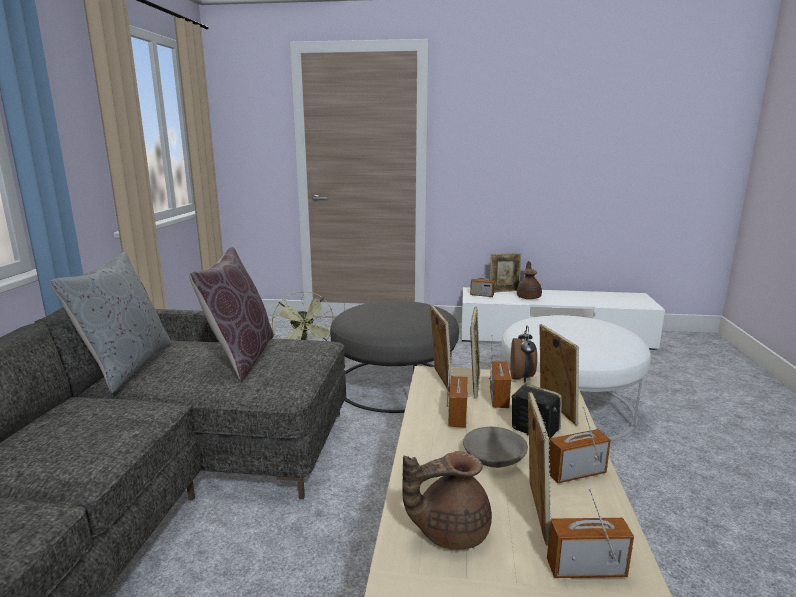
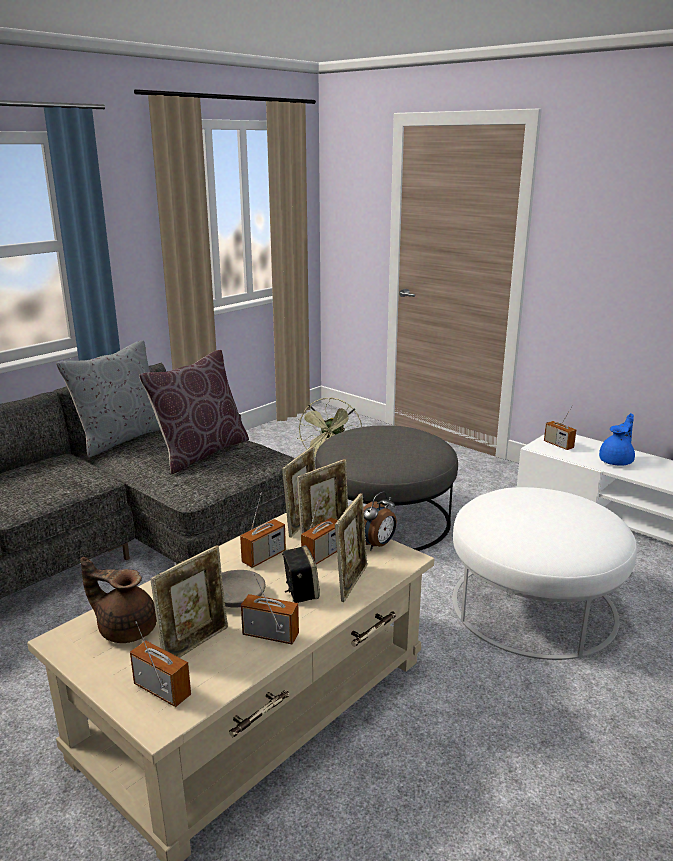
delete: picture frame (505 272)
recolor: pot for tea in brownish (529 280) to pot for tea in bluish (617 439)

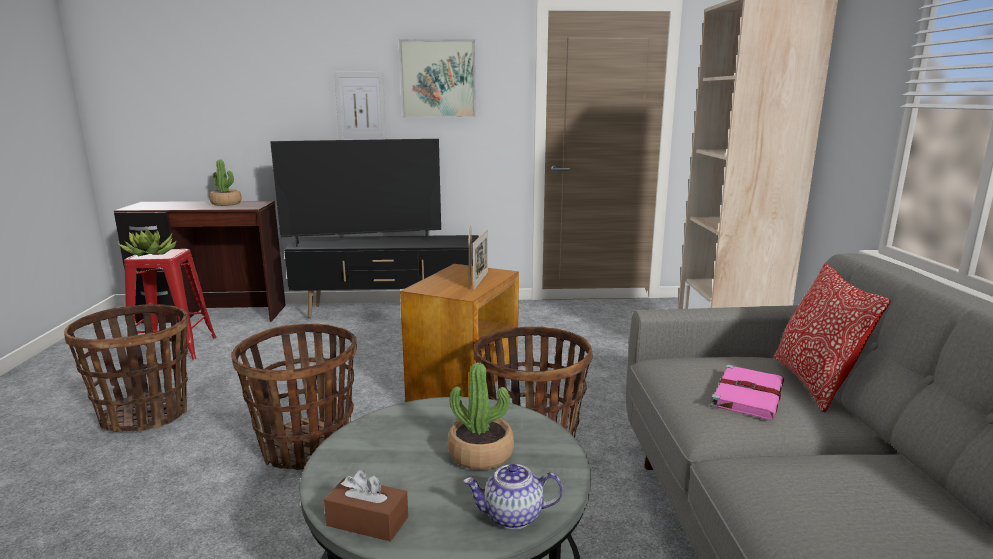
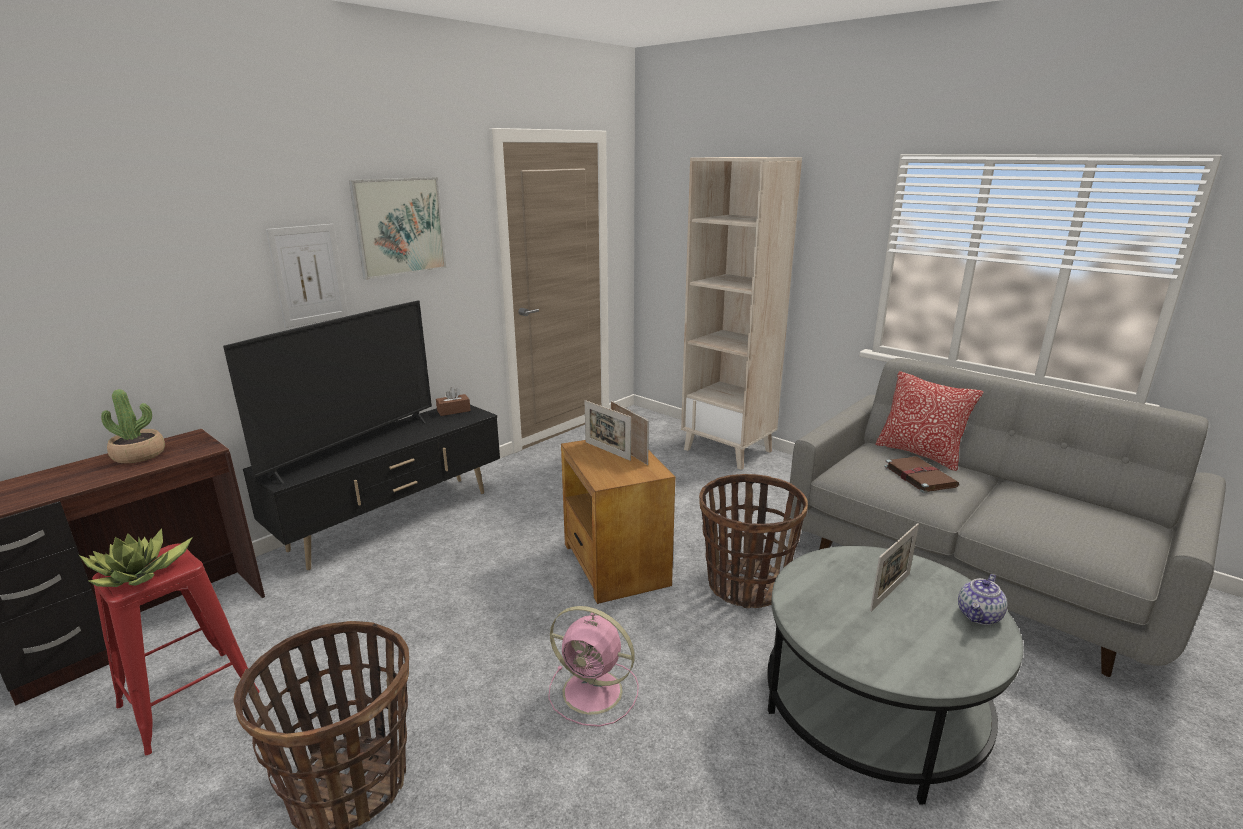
move: box of tissues in brownish (366 505) to (453 401)
replace: storage basket (294 396) to fan in pink-coloured (593 666); potted plant (480 416) to picture frame (894 567)
recolor: bound book in pink-coloured (747 392) to bound book in brownish (921 474)

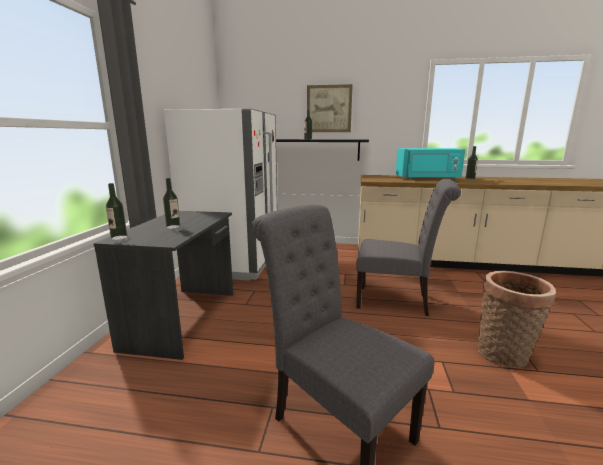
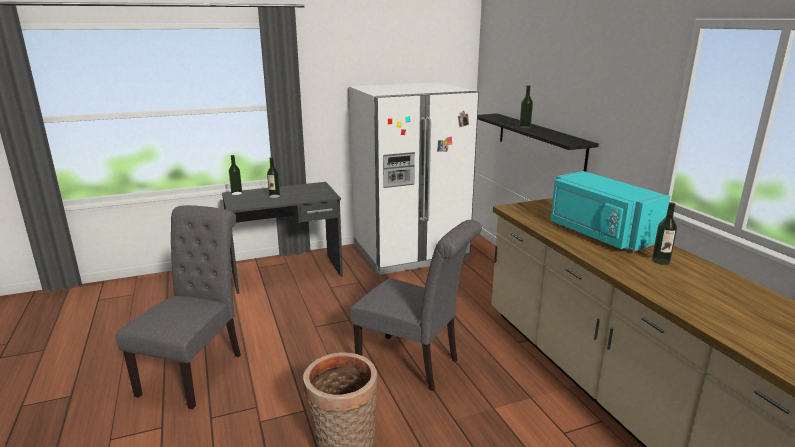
delete: picture (330 108)
rotate: plain chair in greyish (408 247) = (416 305) 45 degrees counterclockwise

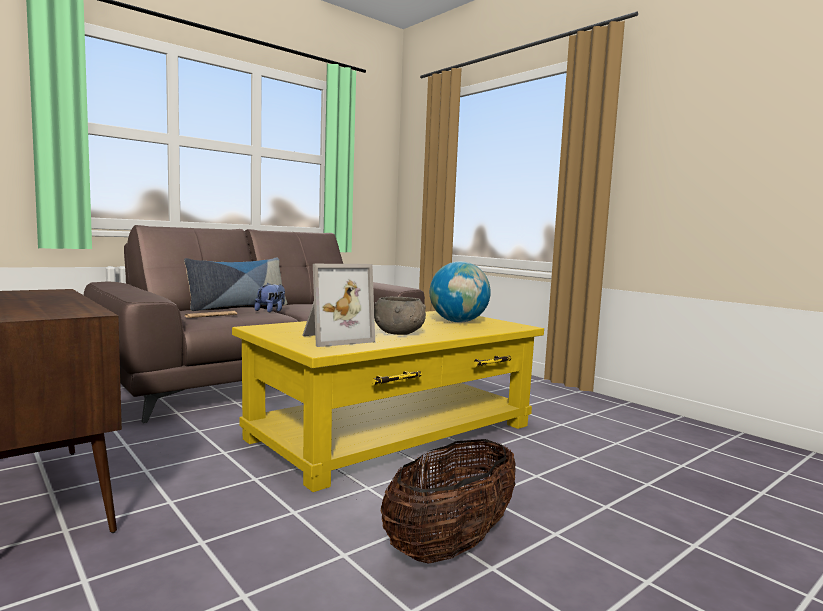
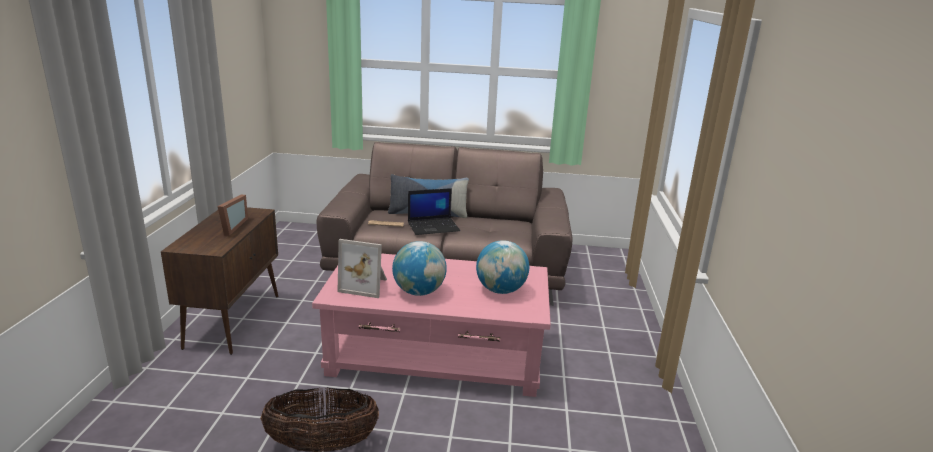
insert: picture frame (232 215)
replace: plush toy (269 297) to notebook computer (434 211); deep dish in greyish (400 316) to world globe (419 268)
recolor: coffee table in yellowish (388 401) to coffee table in pink-coloured (431 325)

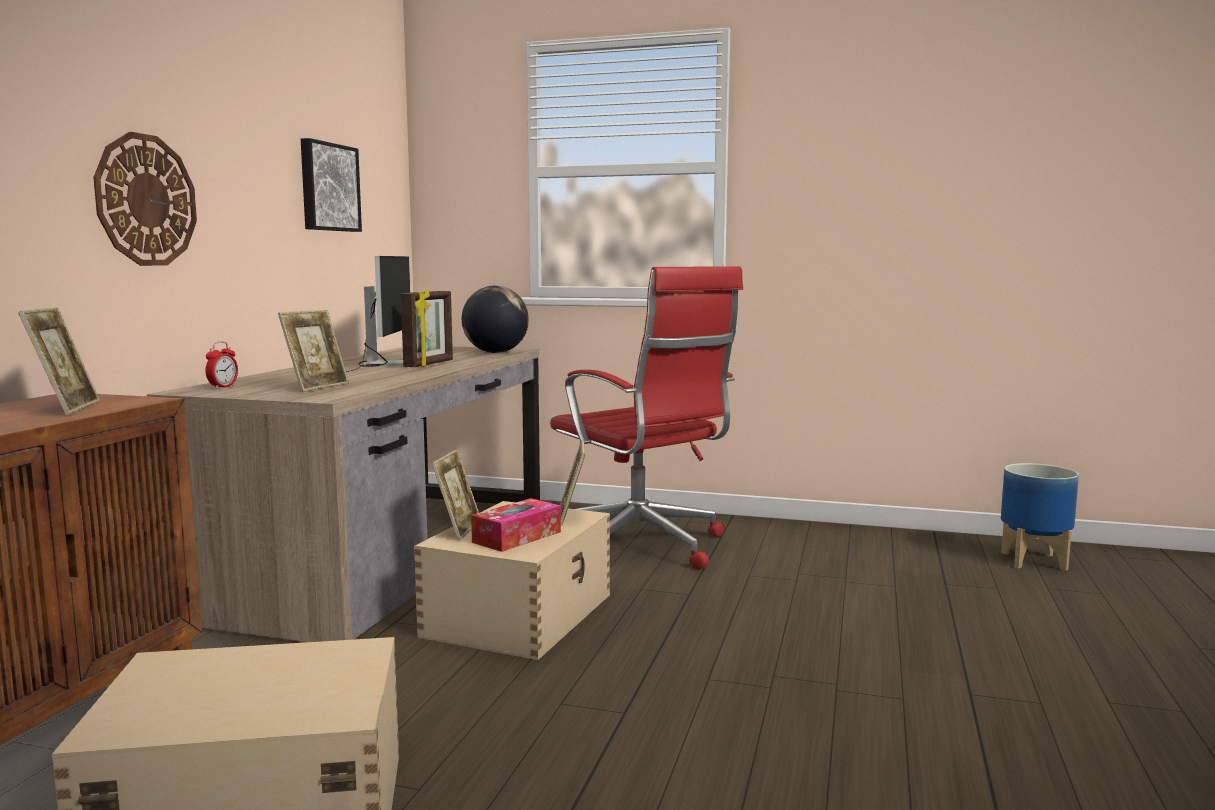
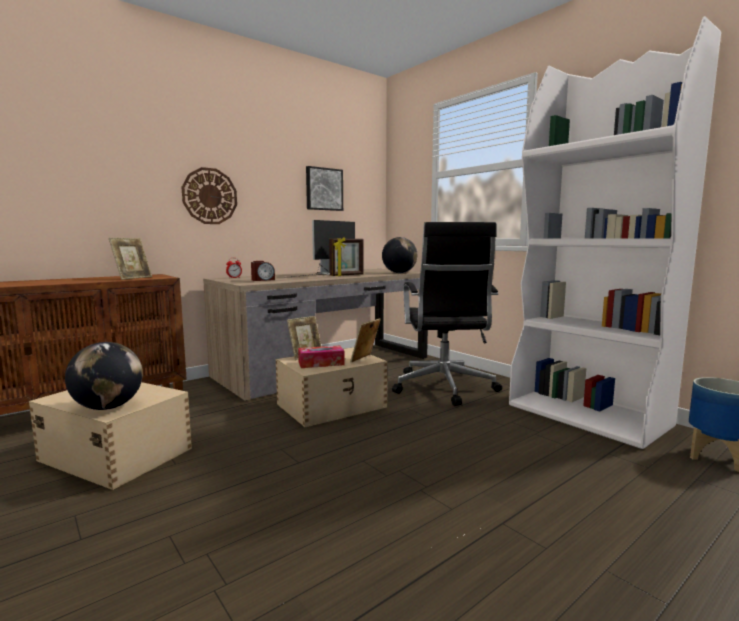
insert: shelving unit in whitish (615 232); world globe (104 376)
replace: picture frame (313 351) to alarm clock (263 271)
recolor: desk chair in red (646 418) to desk chair in black-coloured (447 314)

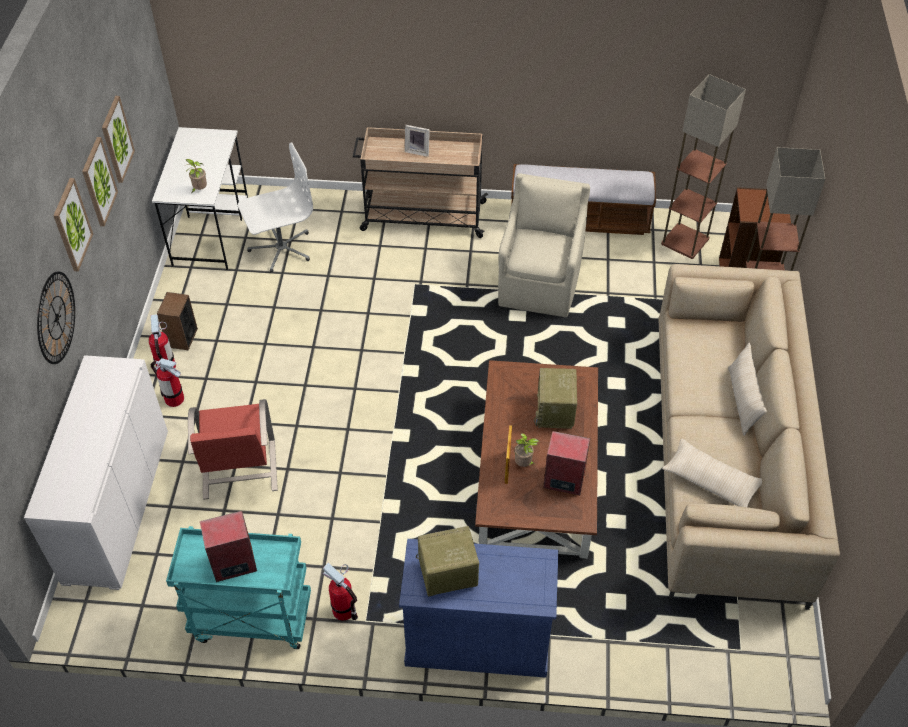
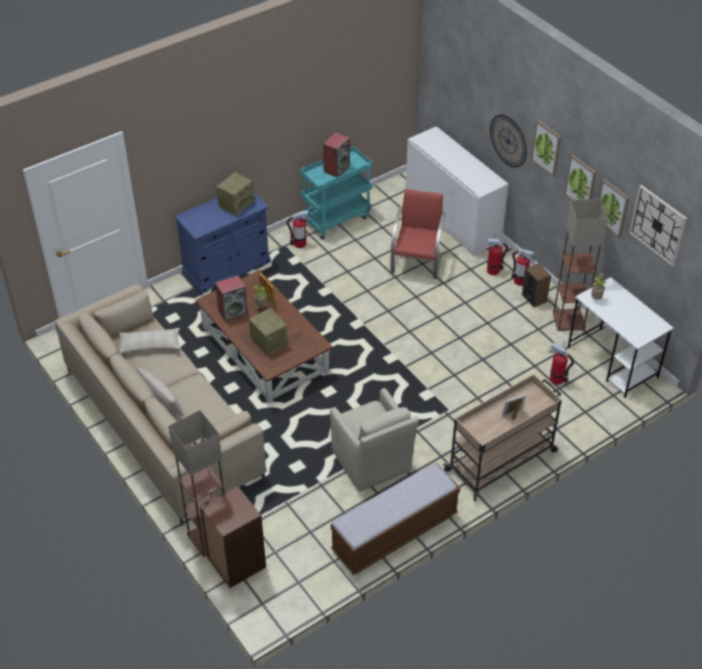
insert: wall clock (658 226)
move: floor lamp (703 166) to (580 265)
replace: desk chair in whitish (275 207) to fire-fighting cylinder (561 363)
rotate: plain chair in red (233 449) = (418 234) 60 degrees clockwise

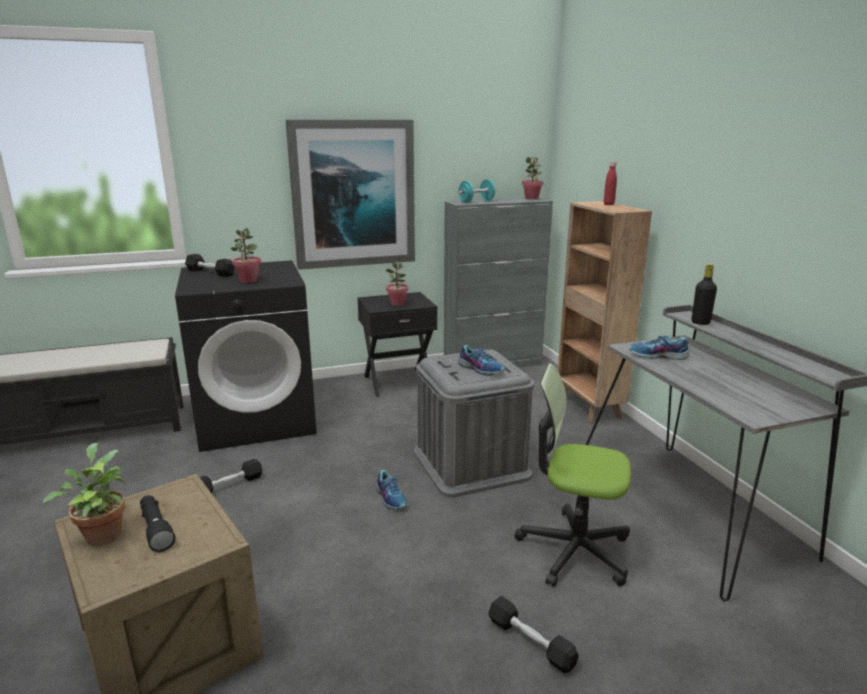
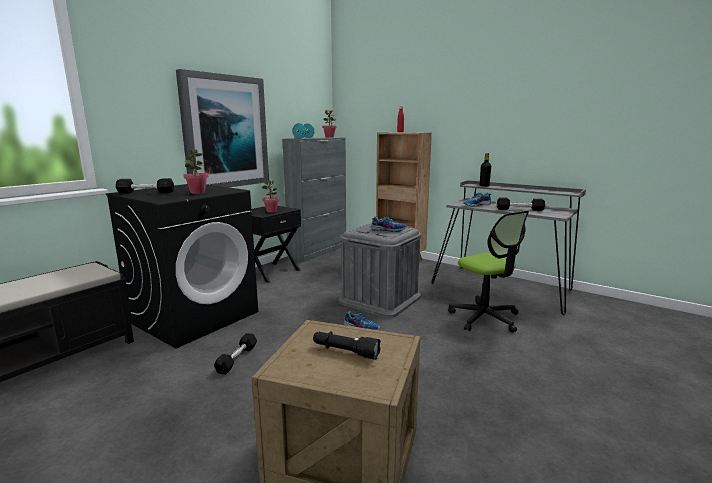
delete: potted plant (84 494)
move: free weight in black-coloured (533 634) to (521 204)
rotate: desk chair (572 475) = (488 271) 105 degrees counterclockwise

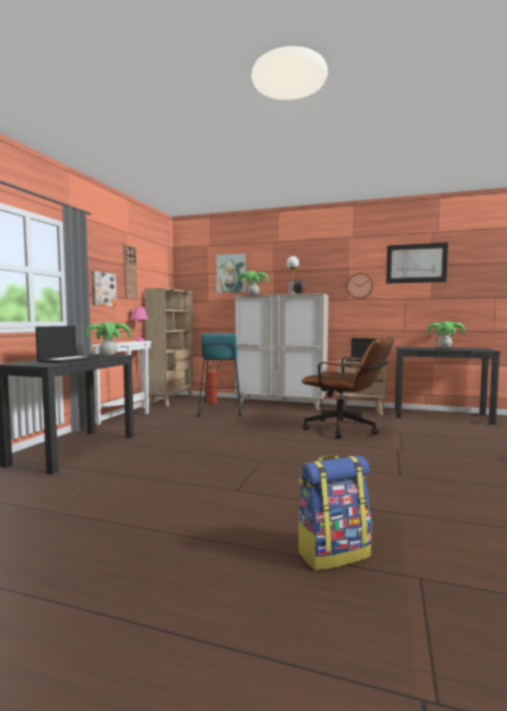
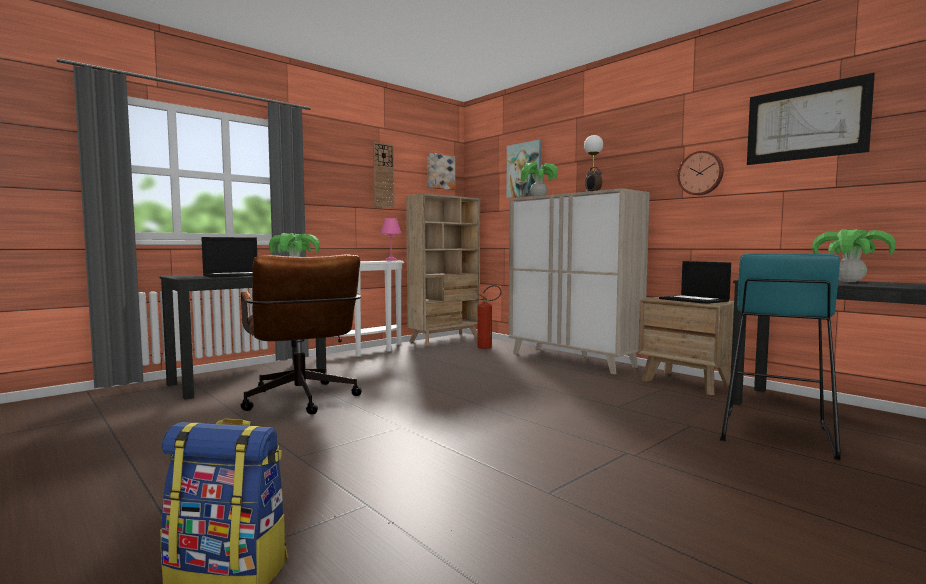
move: picture (104 289) to (441 171); sitting stool in blue-green (220 374) to (780 356); desk chair in brownish (348 388) to (301 334)

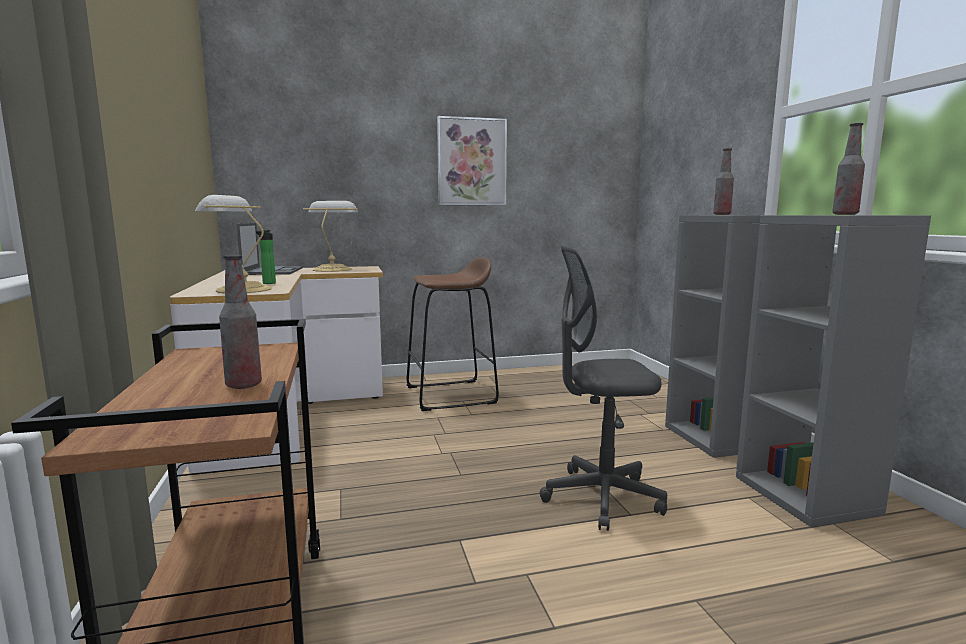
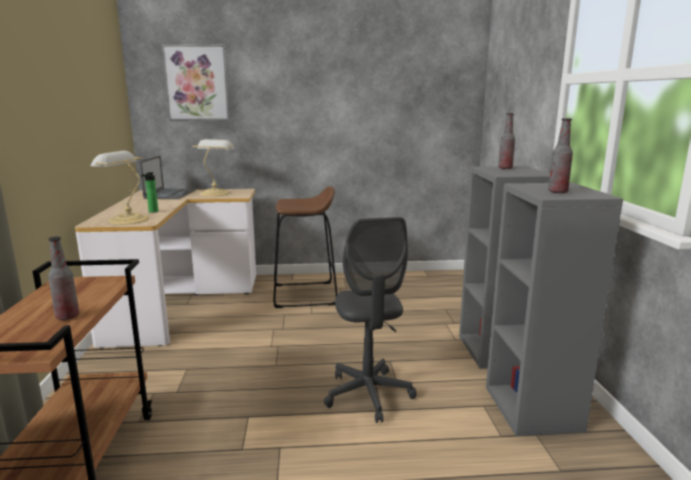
move: picture (472 160) to (195 82)
rotate: desk chair in greyish (603 388) = (370 320) 105 degrees counterclockwise

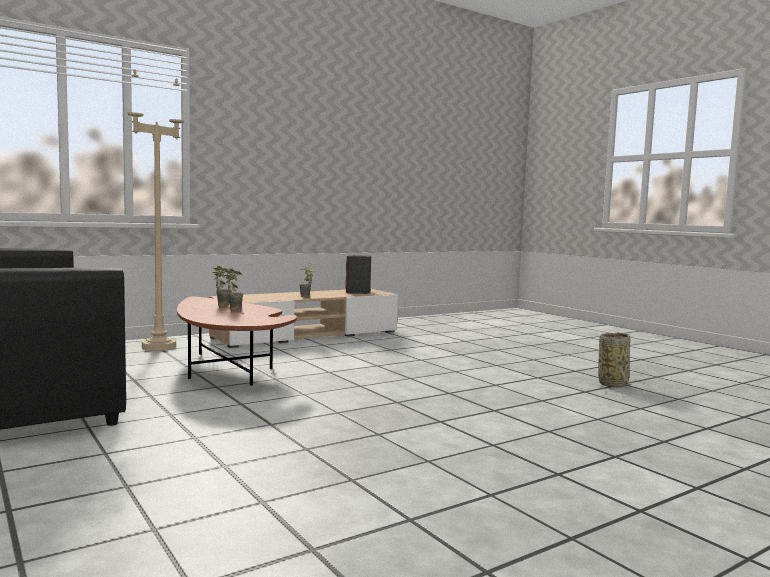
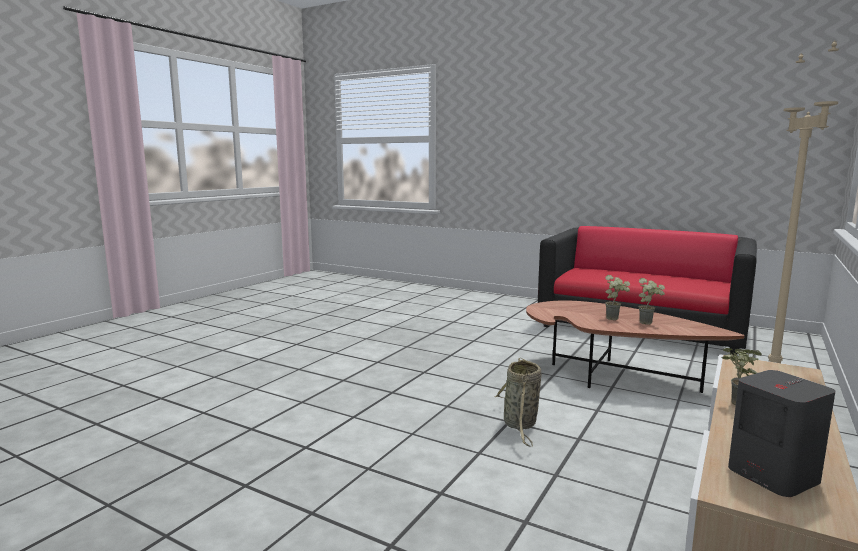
move: storage basket (614 360) to (518 402)

